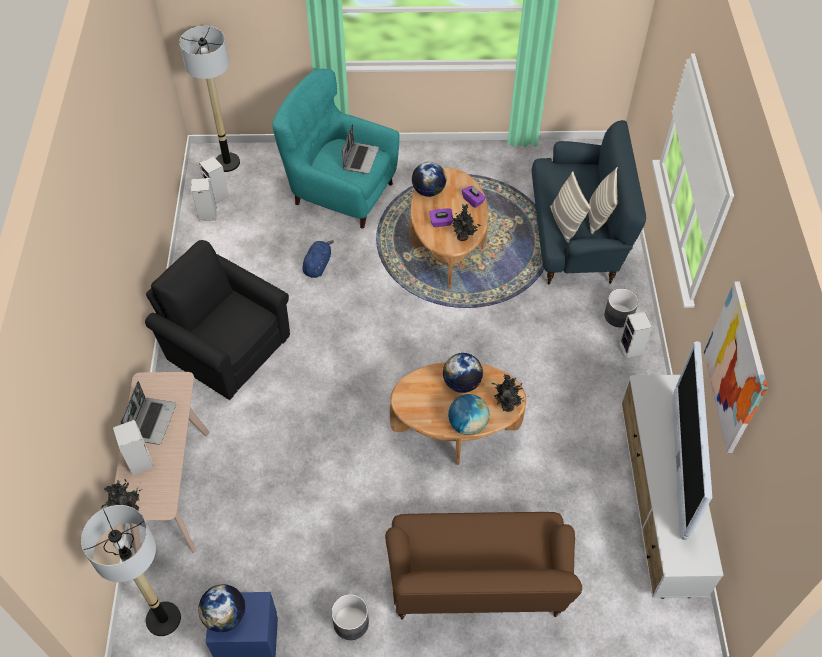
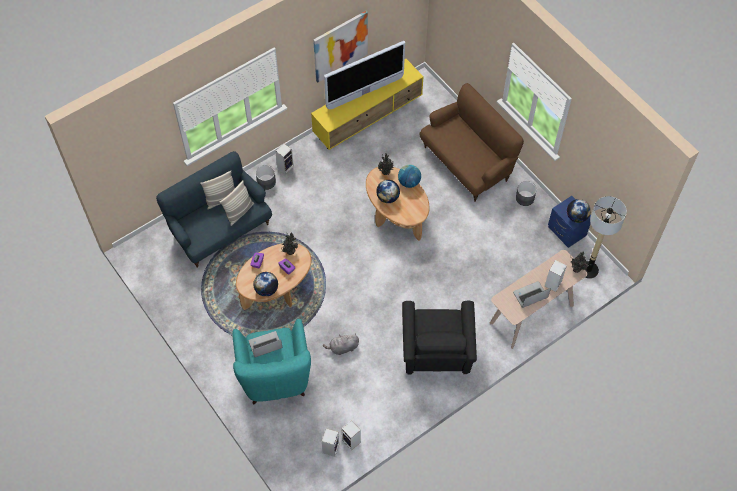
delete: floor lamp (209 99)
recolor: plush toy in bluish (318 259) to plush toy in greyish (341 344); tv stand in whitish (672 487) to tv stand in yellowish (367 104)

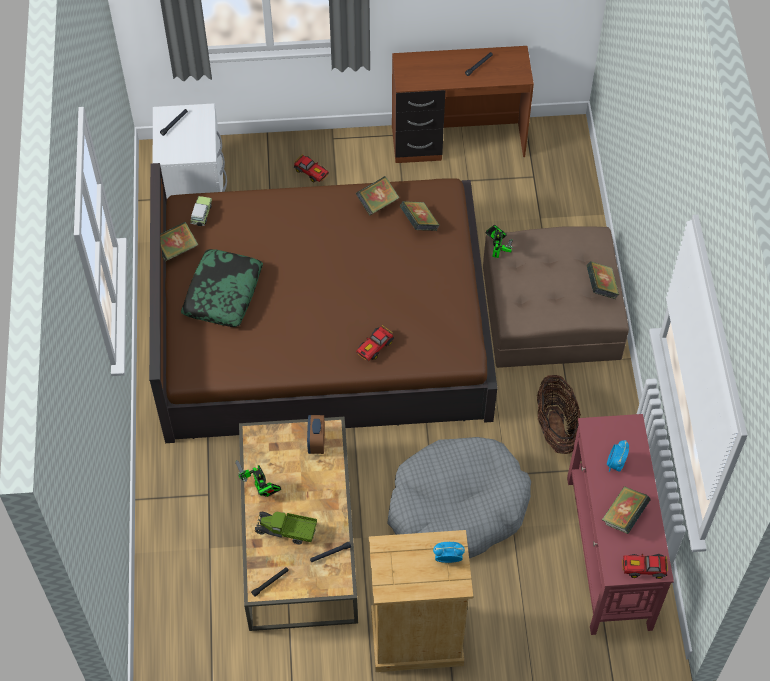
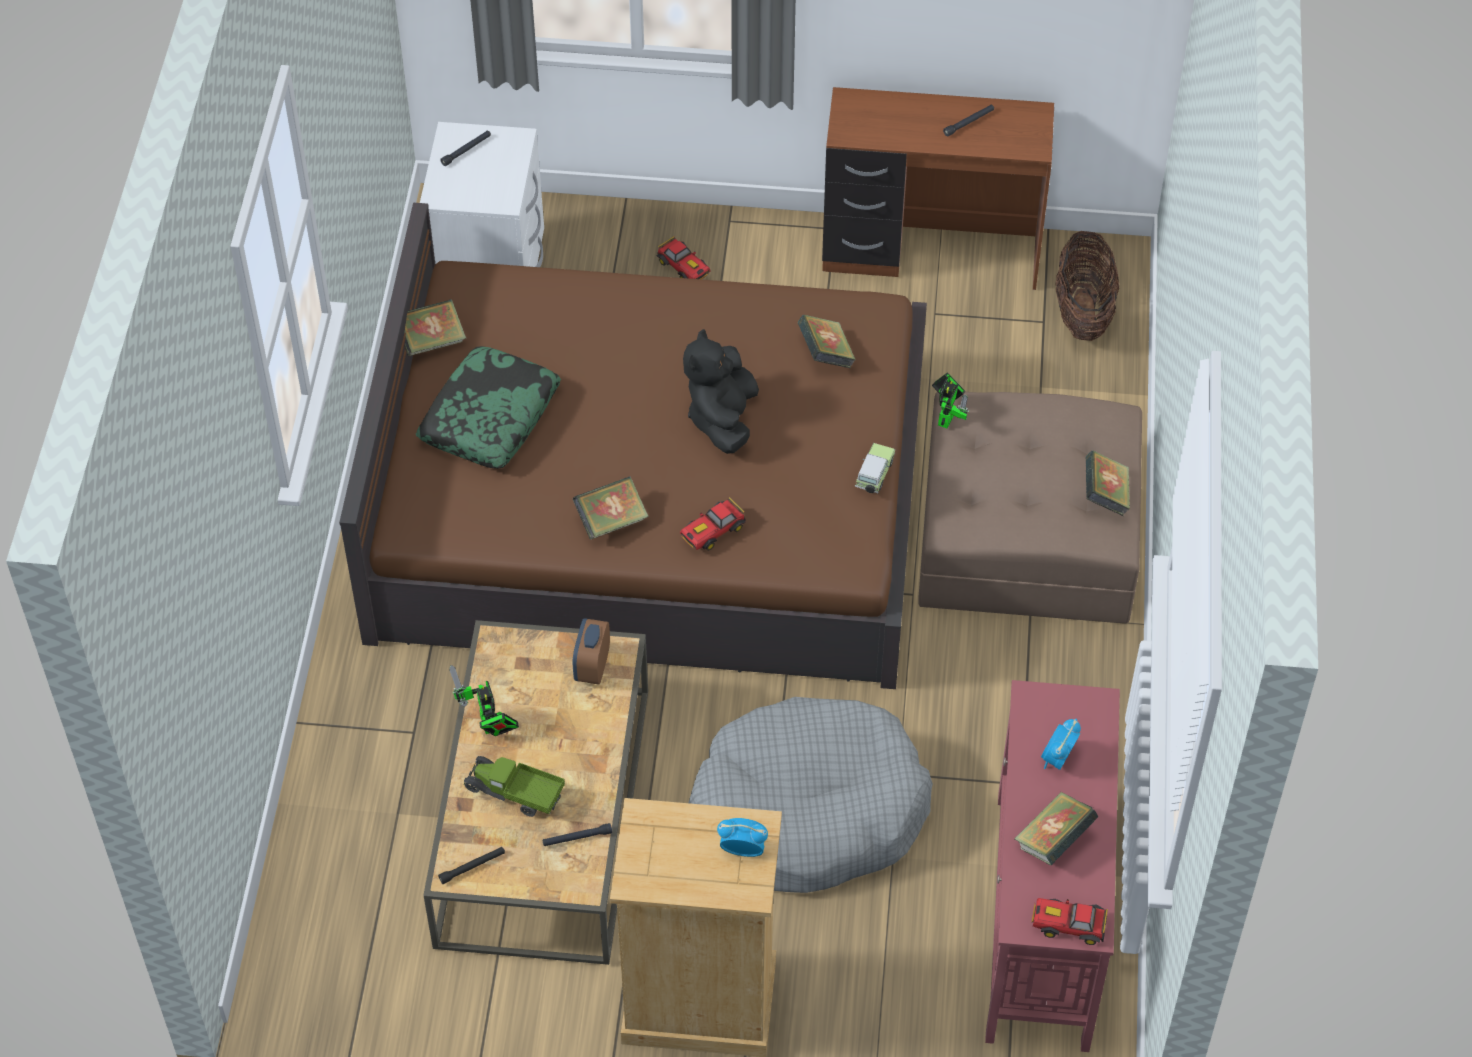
insert: plush toy in black-coloured (721 391)
move: bound book (377 196) to (611 508); miniature car (201 211) to (875 468); storage basket (559 414) to (1087 286)

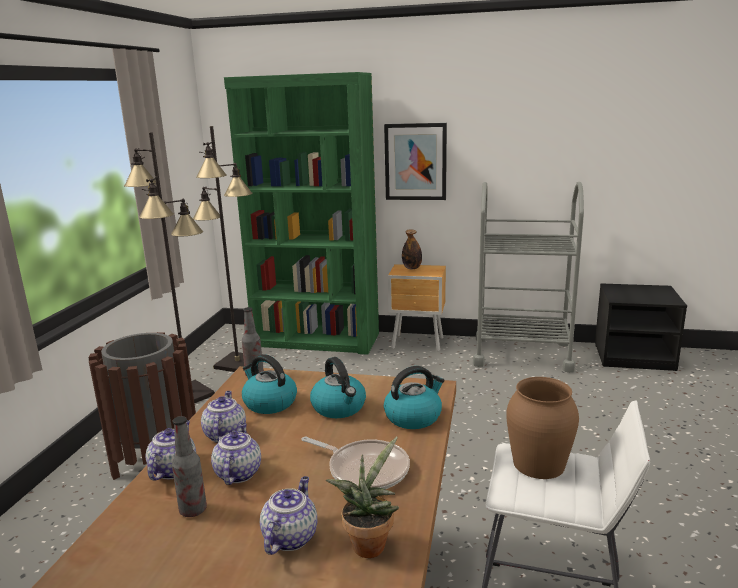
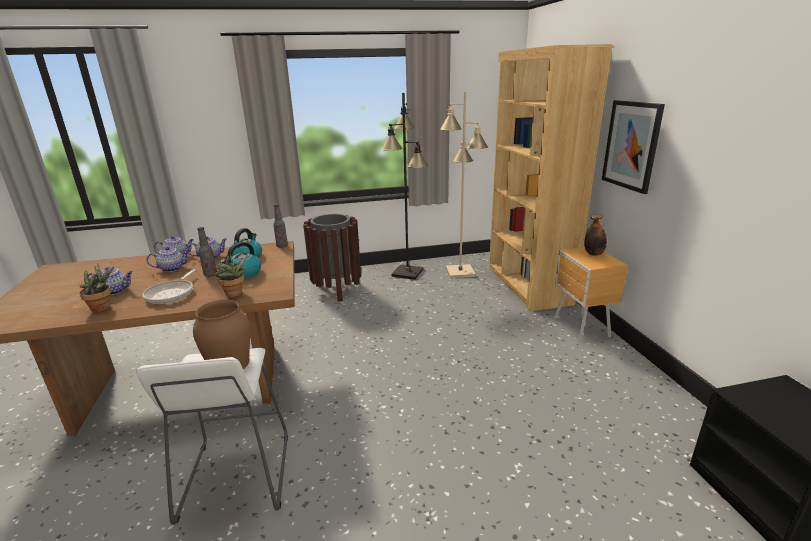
delete: trolley in greyish (528 277)
move: beverage bottle (189 466) to (207 252)
replace: tea kettle (414 397) to potted plant (230 275)
recolor: shelving unit in green-coloured (301 213) to shelving unit in brownish (551 178); floor lamp in black-coloured (222 249) to floor lamp in beige (464 184)

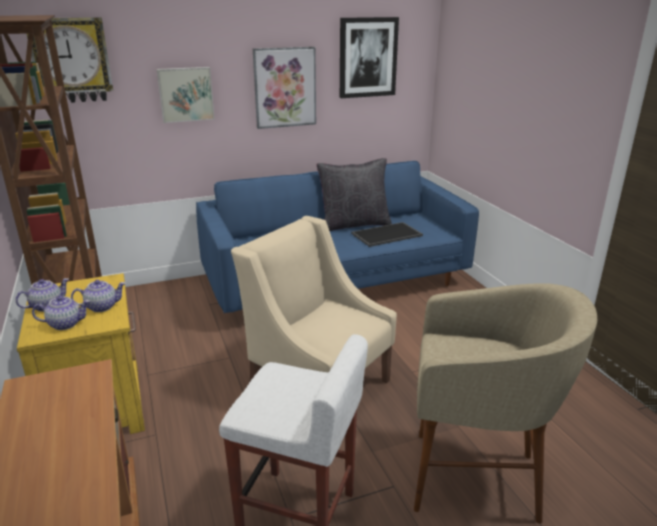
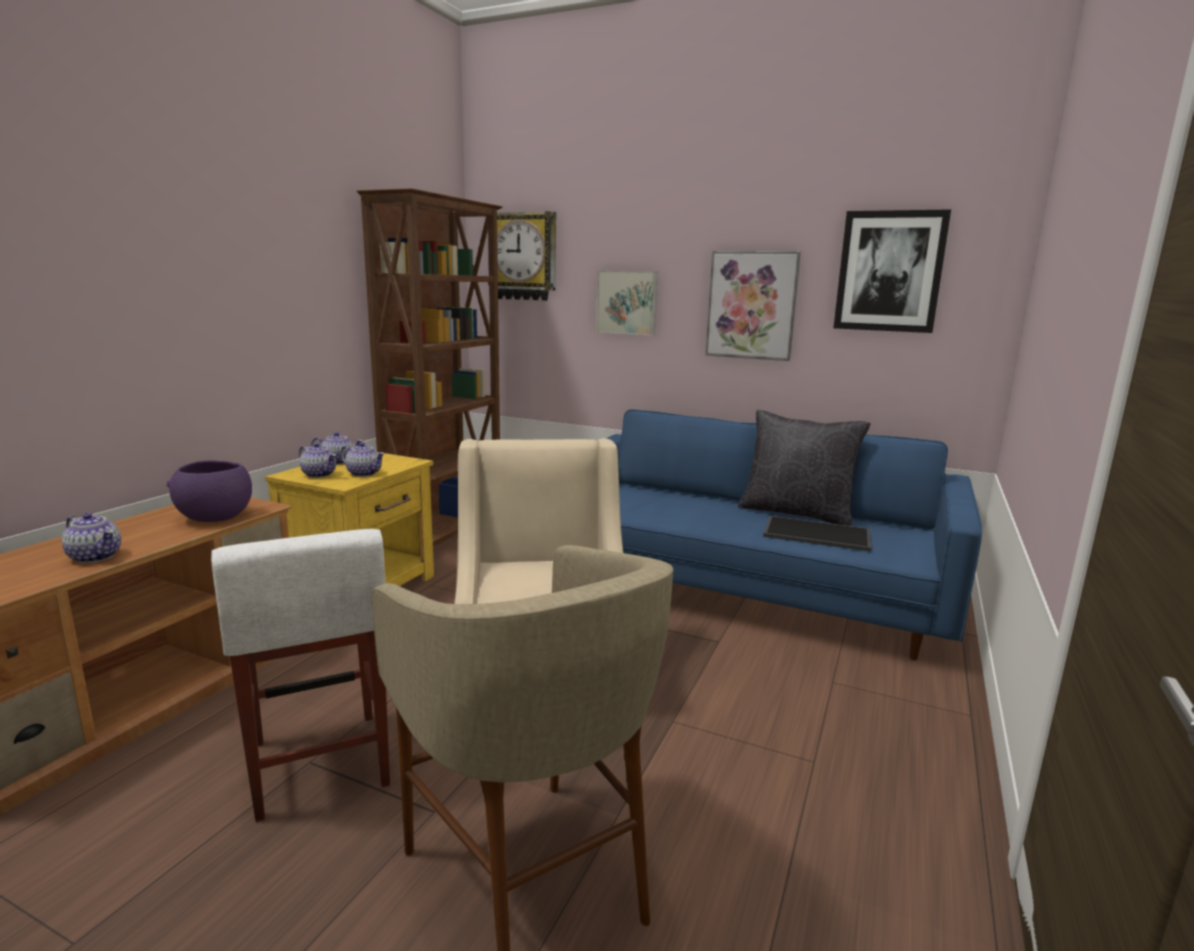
insert: deep dish in purplish (209 491); pot for tea (91 538)

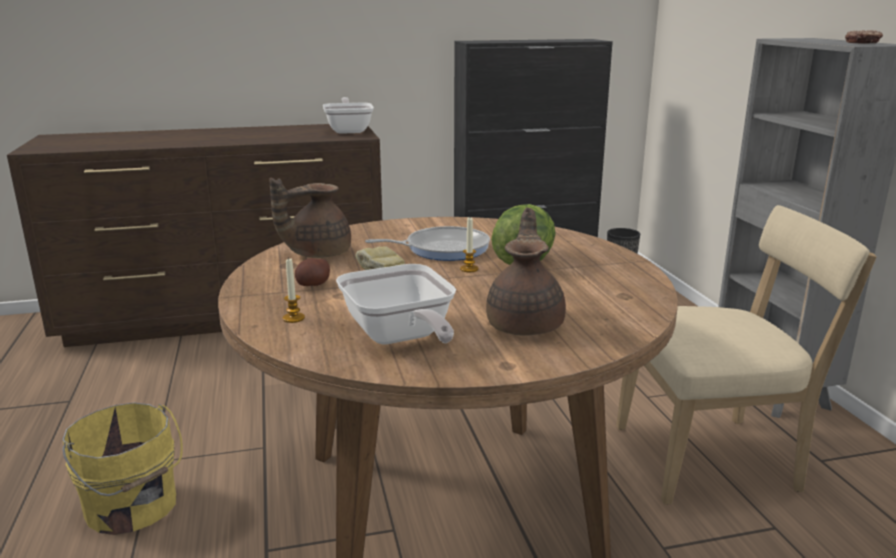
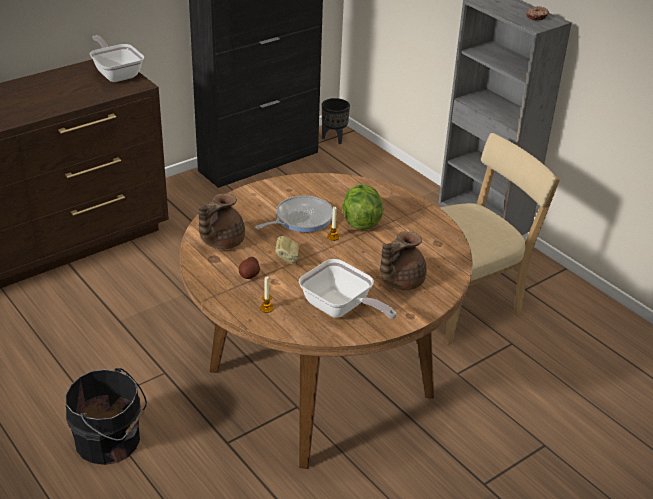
recolor: bucket in yellowish (122 469) to bucket in black-coloured (106 416)
rotate: pot for tea in brownish (526 272) = (403 260) 120 degrees counterclockwise

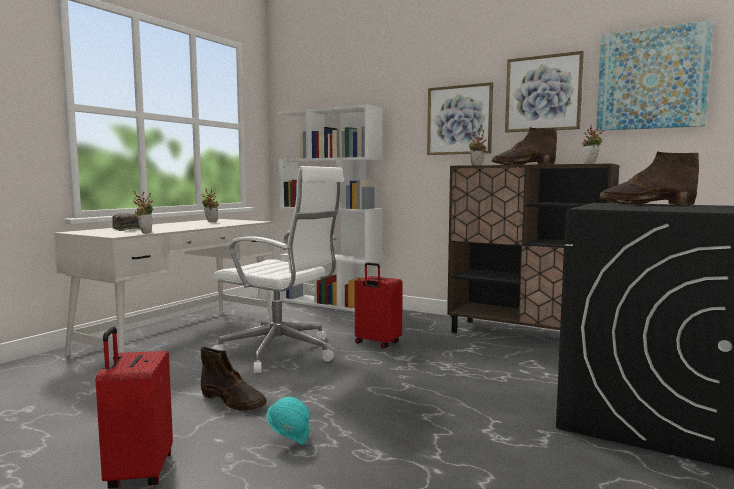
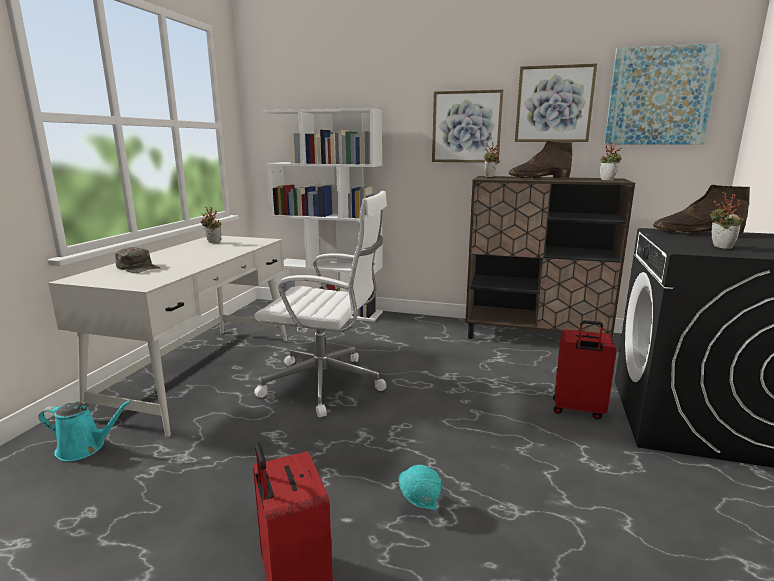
delete: high-top boot in brownish (234 379)
insert: watering can in blue-green (85 430)
move: potted plant (143 212) to (726 220); piece of luggage in red (379 305) to (585 369)

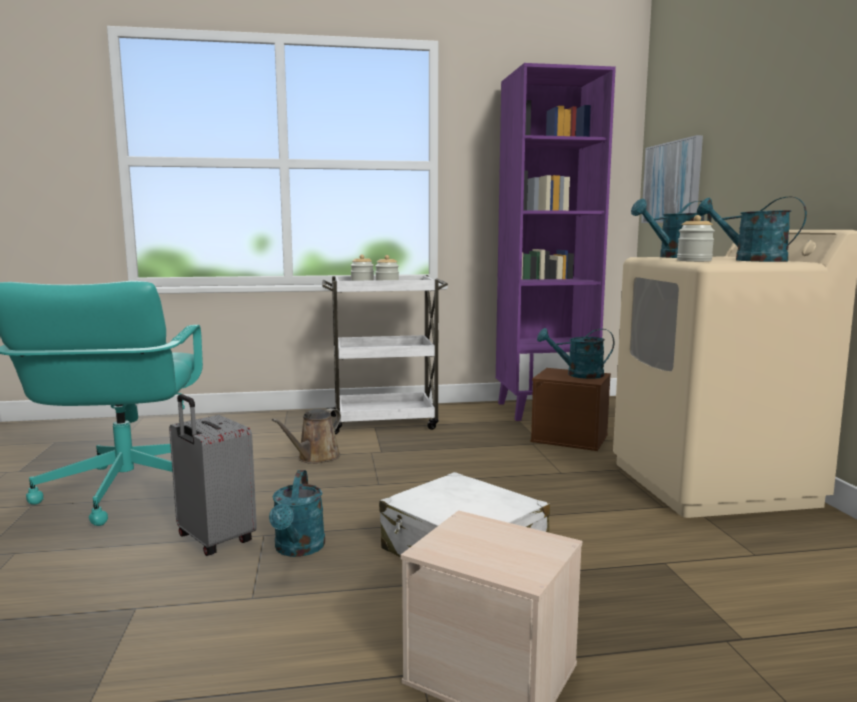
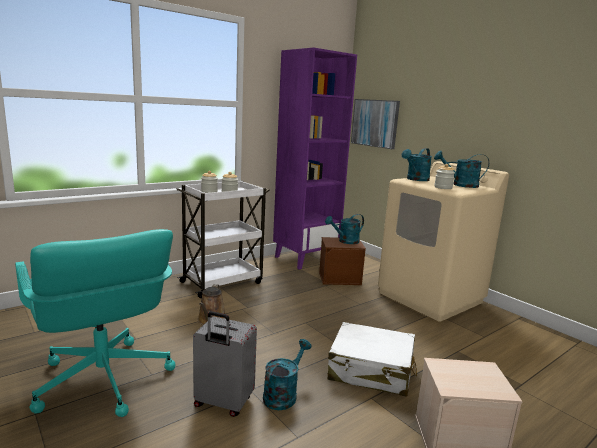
rotate: watering can in blue-green (297 513) = (287 374) 120 degrees counterclockwise

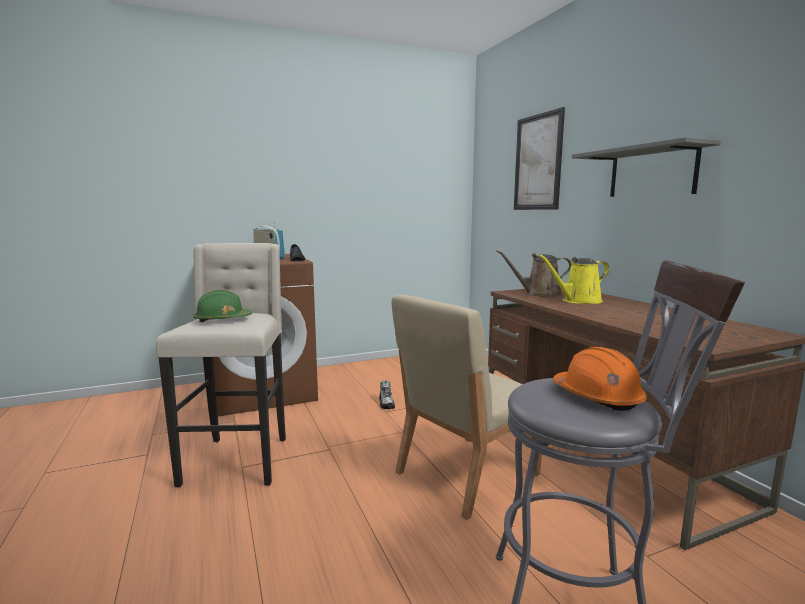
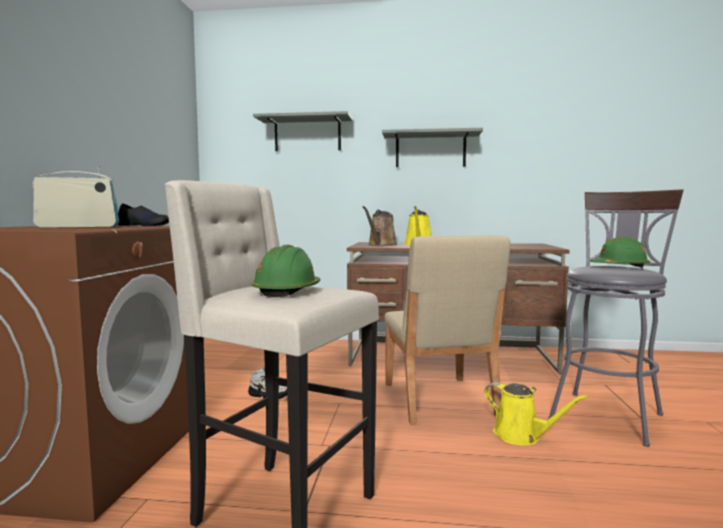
insert: watering can in yellowish (536 414)
replace: picture (539 158) to wall shelf in greyish (303 131)
recolor: hard hat in orange-coloured (600 379) to hard hat in green-coloured (620 252)

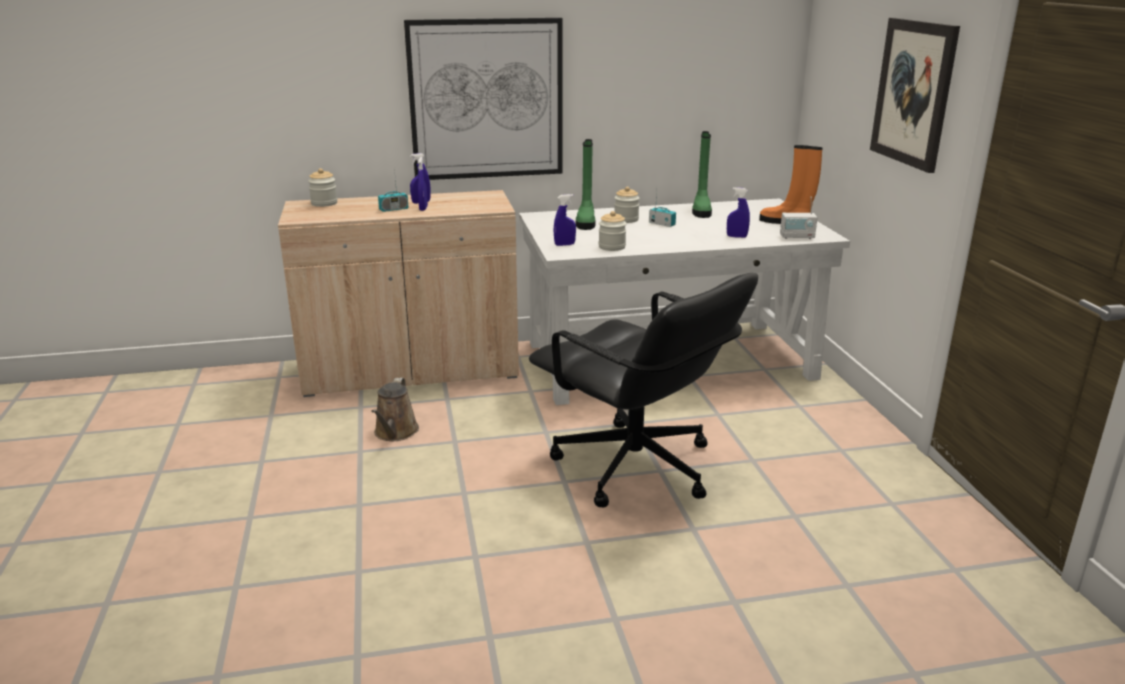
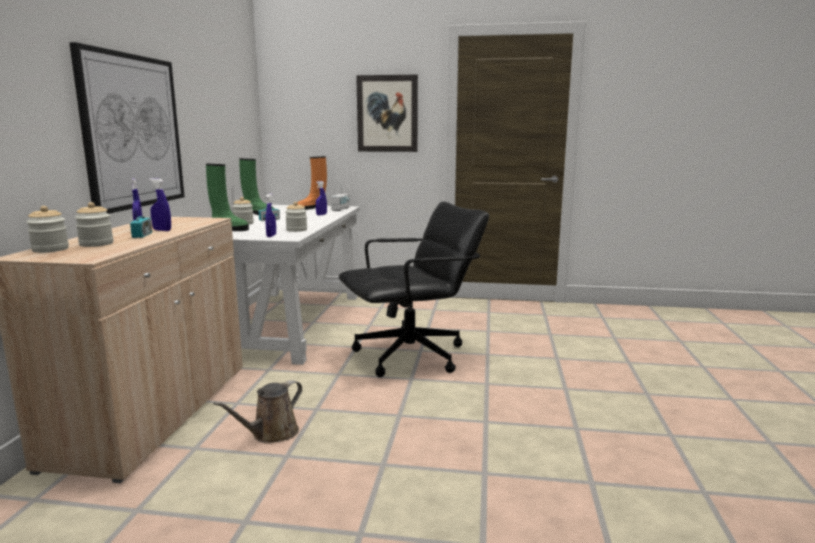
insert: preserve jar (94 224)
rotate: watering can in brownish (395 409) = (258 412) 105 degrees clockwise

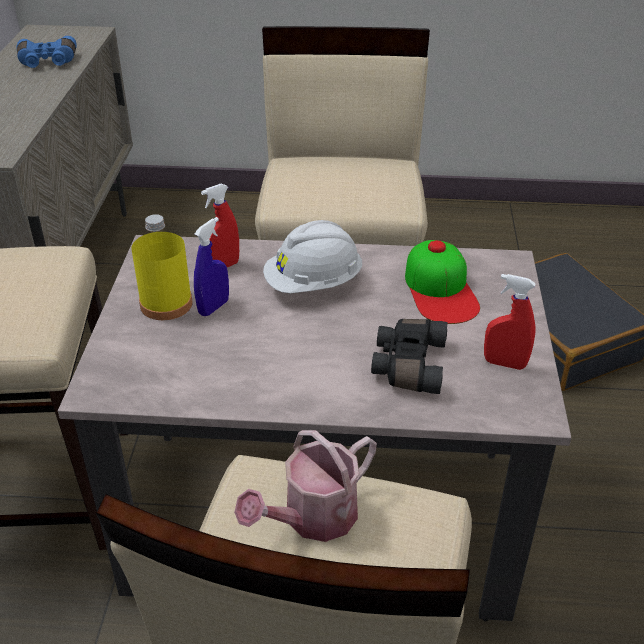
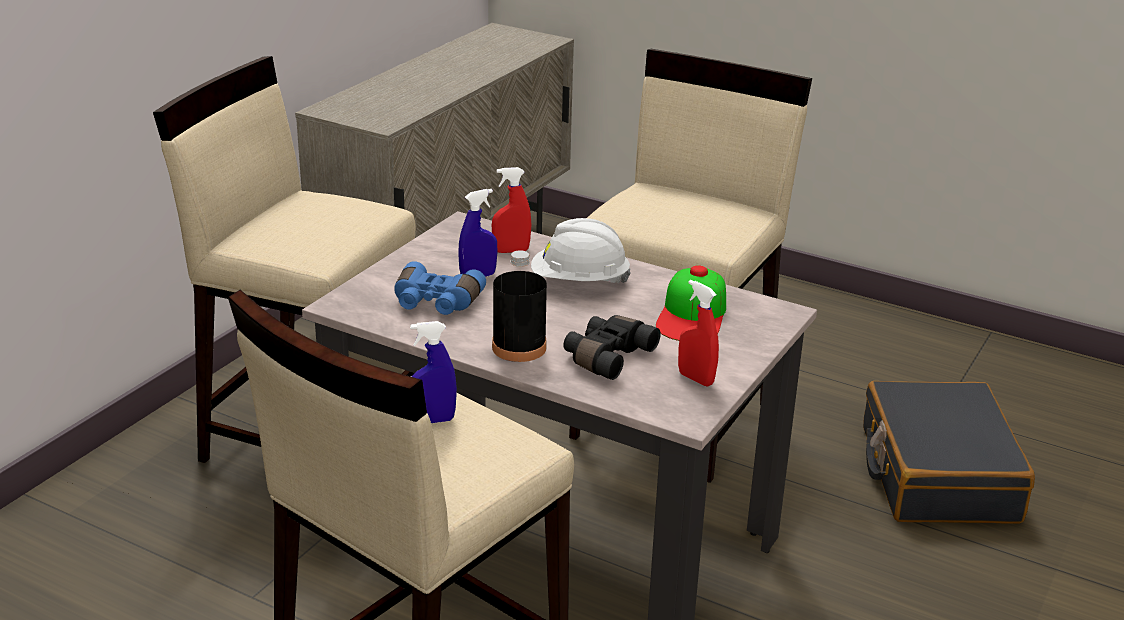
delete: beverage bottle in yellowish (161 267)
insert: beverage bottle in black-coloured (519 306)
move: pair of binoculars in bluish (46 52) to (440 288)
replace: watering can (305 486) to hand sprayer in bluish (433 372)

